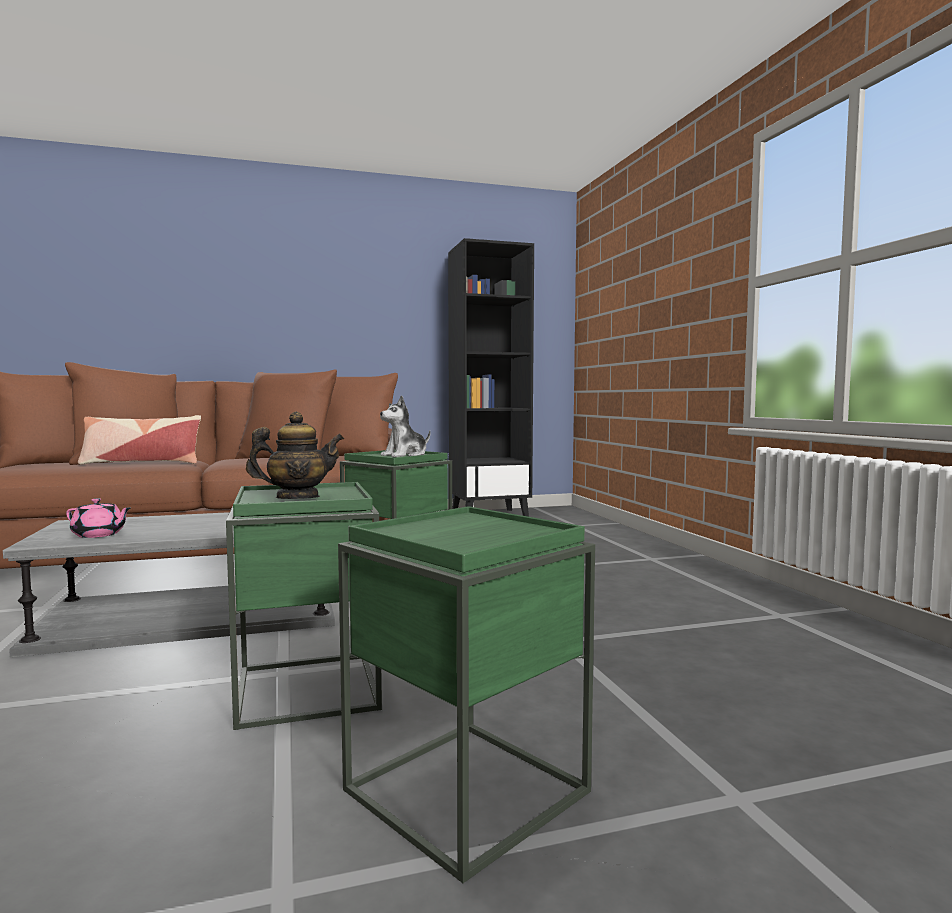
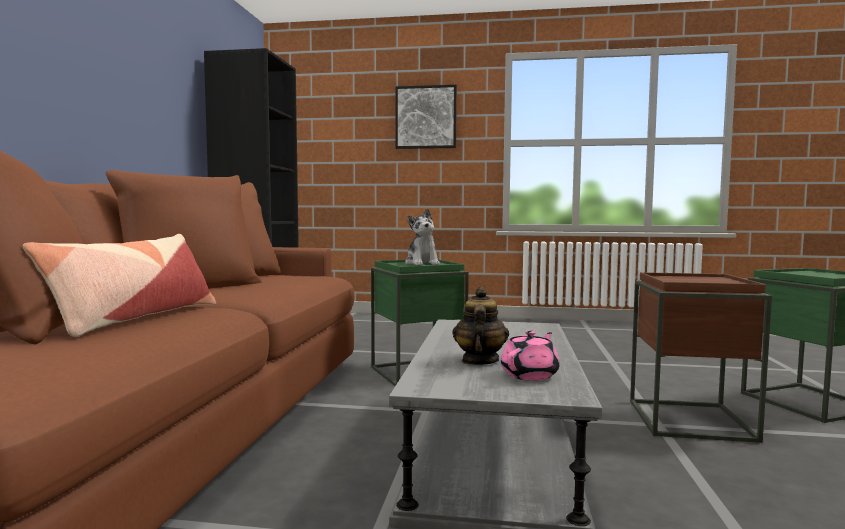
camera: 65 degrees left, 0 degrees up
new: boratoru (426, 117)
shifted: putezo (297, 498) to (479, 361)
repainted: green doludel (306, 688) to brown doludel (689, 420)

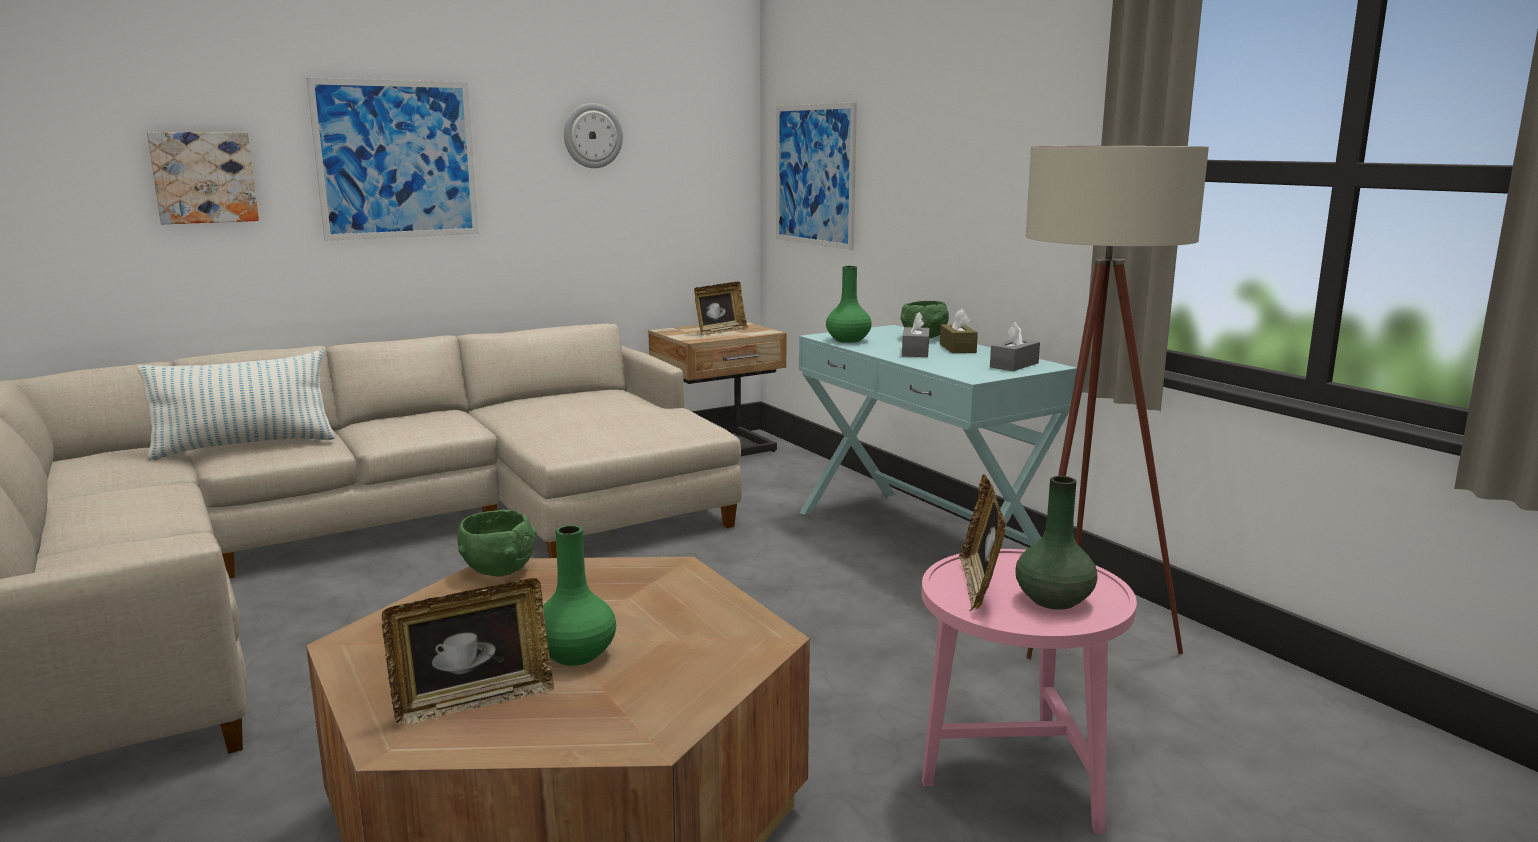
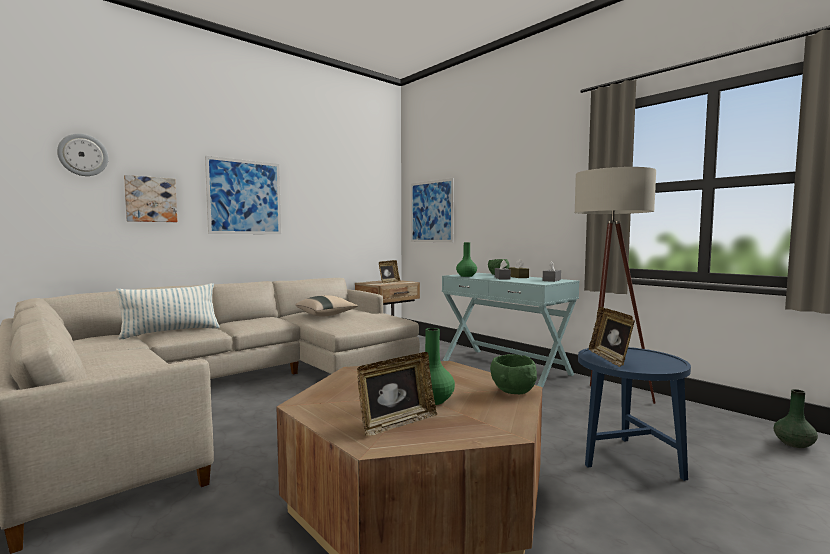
camera: 10 degrees left, 10 degrees down
new: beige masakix (326, 315)
shifted: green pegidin (498, 571) to (513, 392); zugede (592, 135) to (83, 155); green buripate (1054, 600) to (794, 444)
repainted: pink doludel (1013, 781) to blue doludel (627, 461)

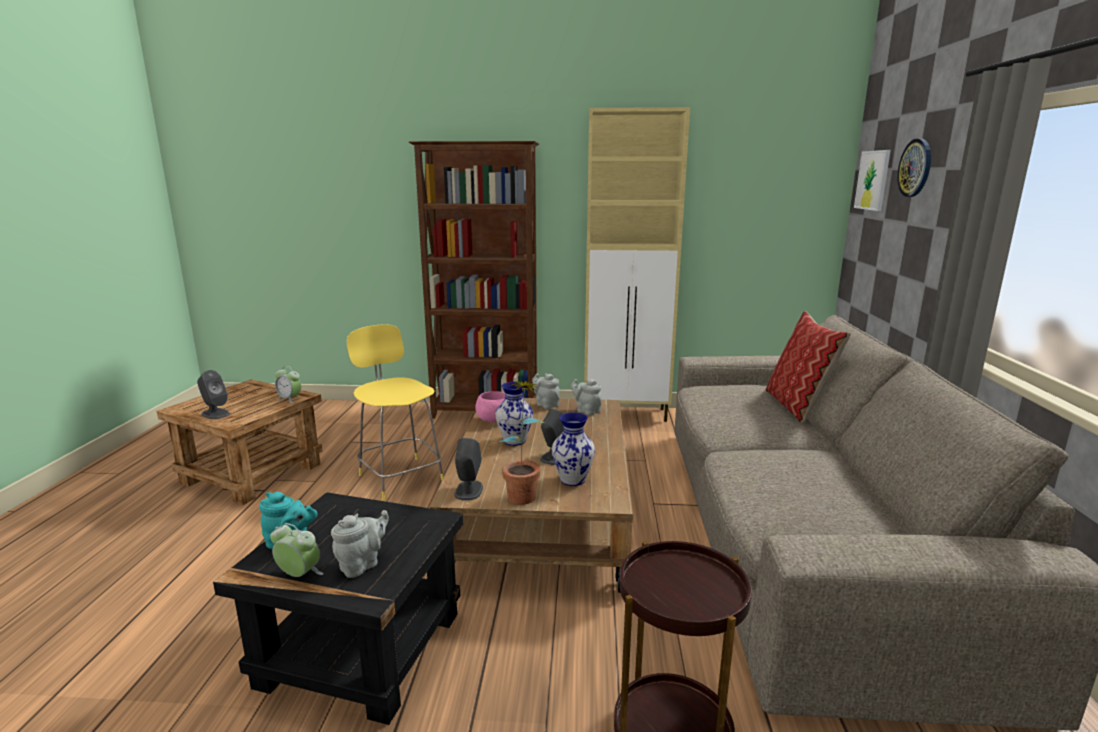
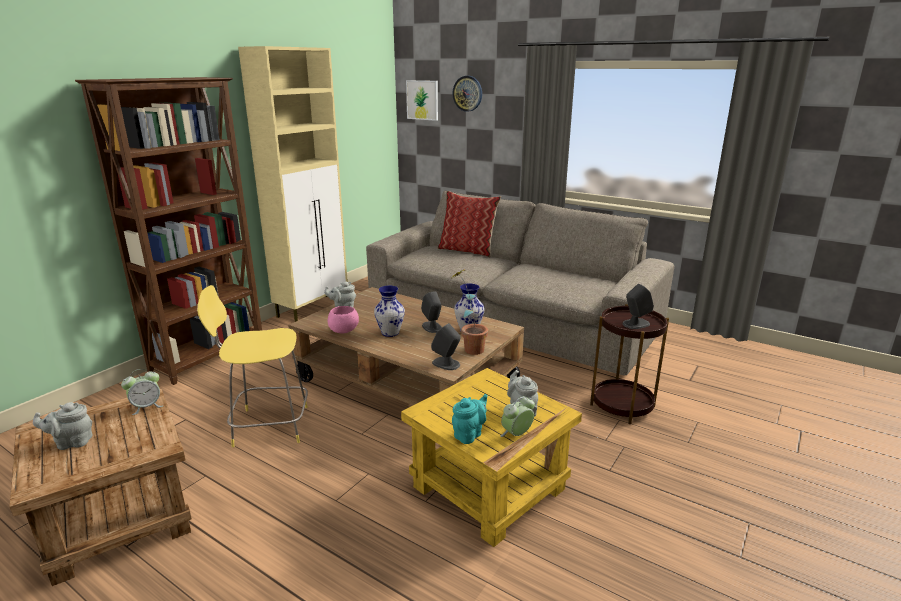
camera: 60 degrees left, 5 degrees up
shifted: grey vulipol (215, 414) to (635, 324); grey putezo (586, 410) to (72, 442)
repainted: black doludel (359, 650) to yellow doludel (489, 489)

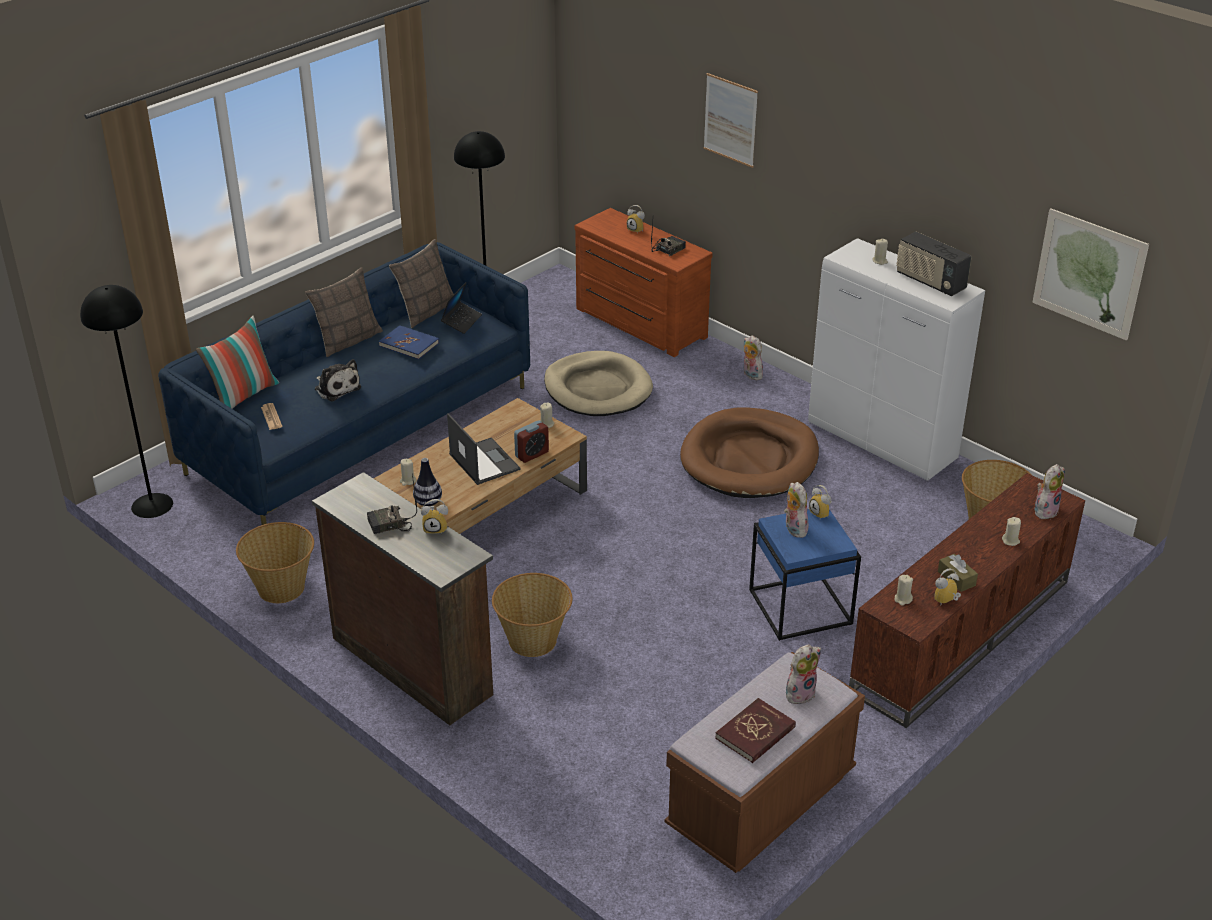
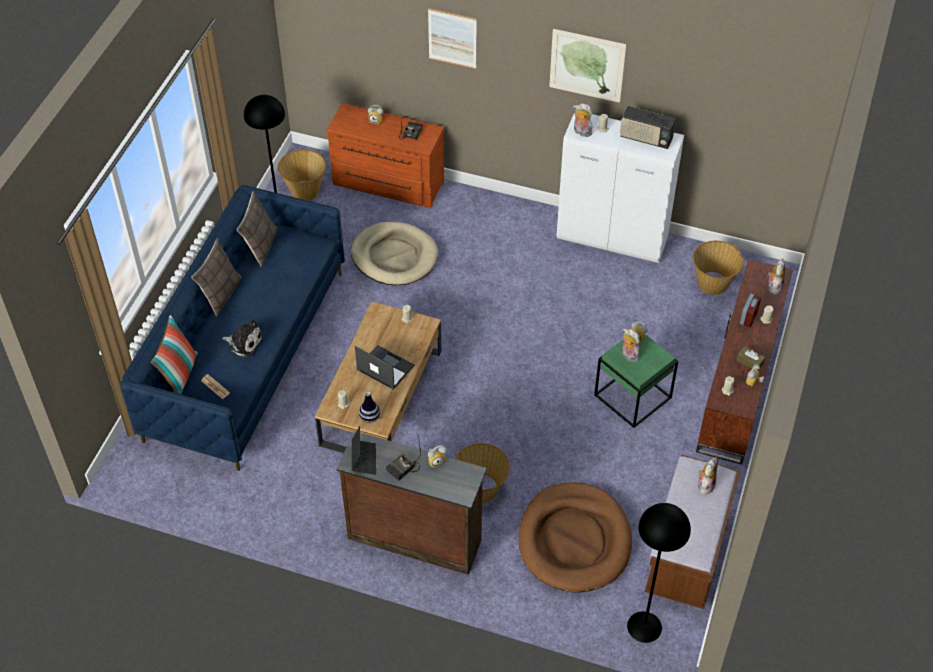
camera: 25 degrees left, 15 degrees up
gone: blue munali (409, 344); red munali (755, 733)
shifted: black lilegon (152, 505) to (644, 626); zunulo (281, 587) to (304, 190); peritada (461, 321) to (363, 459); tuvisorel (532, 454) to (748, 318); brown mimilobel (749, 459) to (574, 540); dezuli (750, 375) to (581, 132); boratoru (1089, 274) to (587, 65)
repainted: blue doludel (801, 607) to green doludel (633, 397)

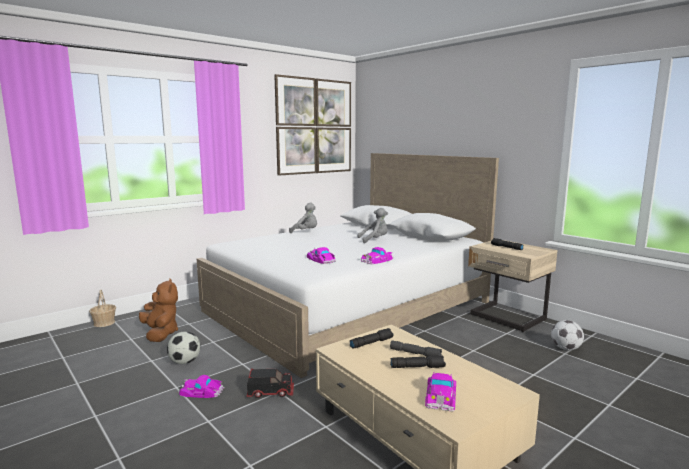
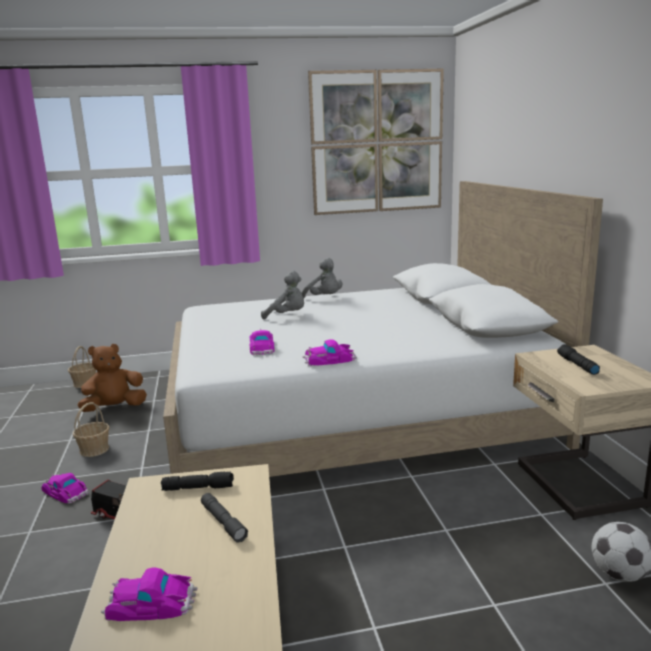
camera: 30 degrees right, 5 degrees up
gone: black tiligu (417, 367)
shifted: grey dezuli (374, 240) to (287, 316)
swapped: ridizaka (185, 362) to zunulo (94, 449)
rotated: brown dezuli (160, 334) = (114, 408) 120 degrees counterclockwise; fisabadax (441, 395) = (150, 603) 45 degrees clockwise

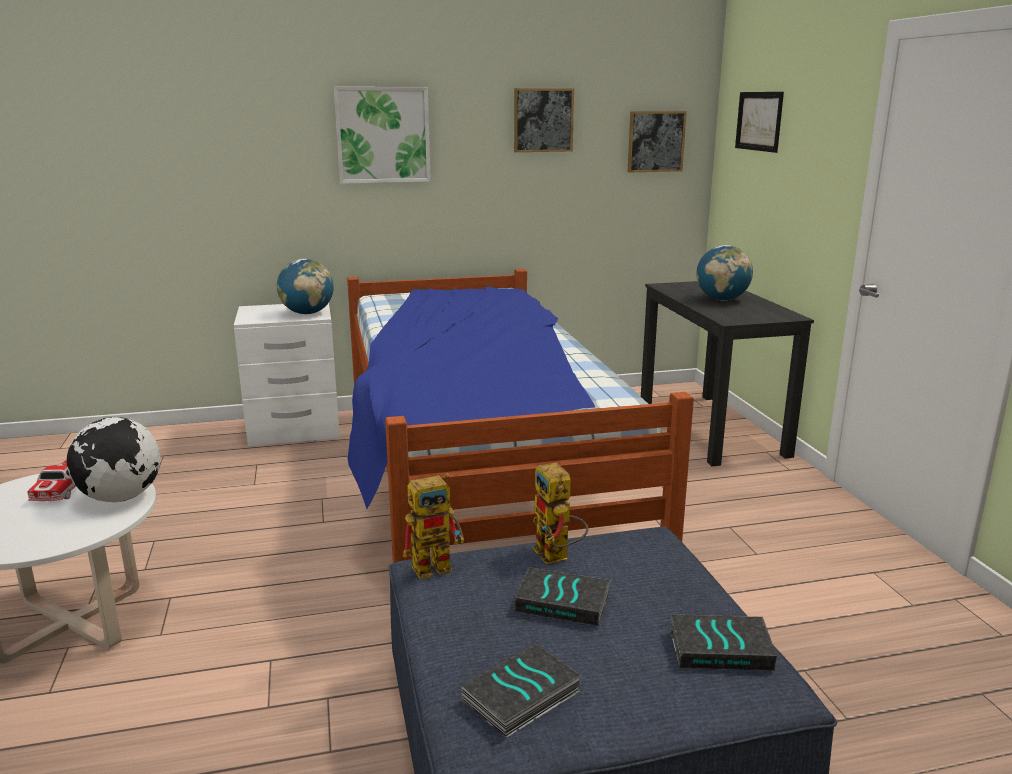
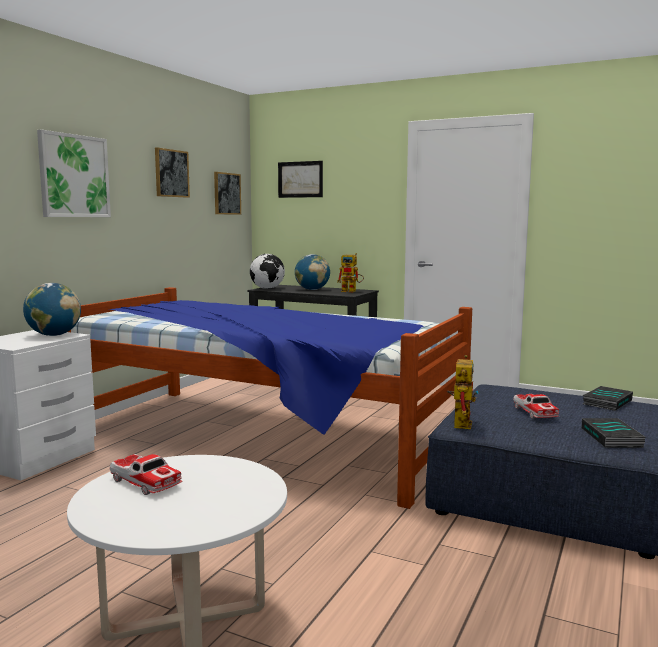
camera: 50 degrees left, 10 degrees down
shifted: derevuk (121, 498) to (267, 288); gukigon (557, 557) to (352, 291)
swapped: munali (564, 602) to fisabadax (534, 412)

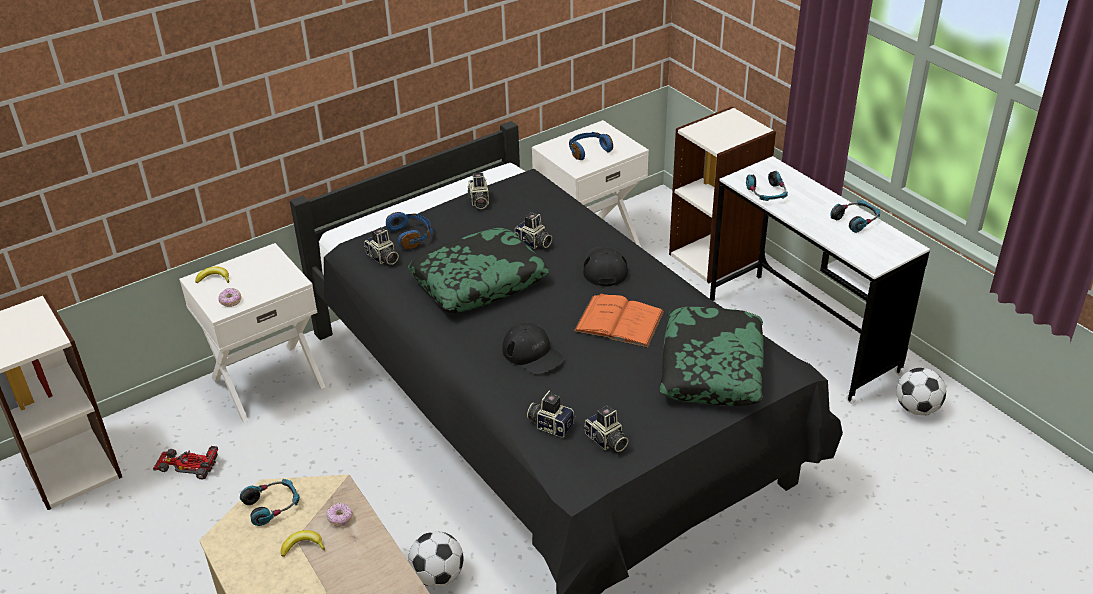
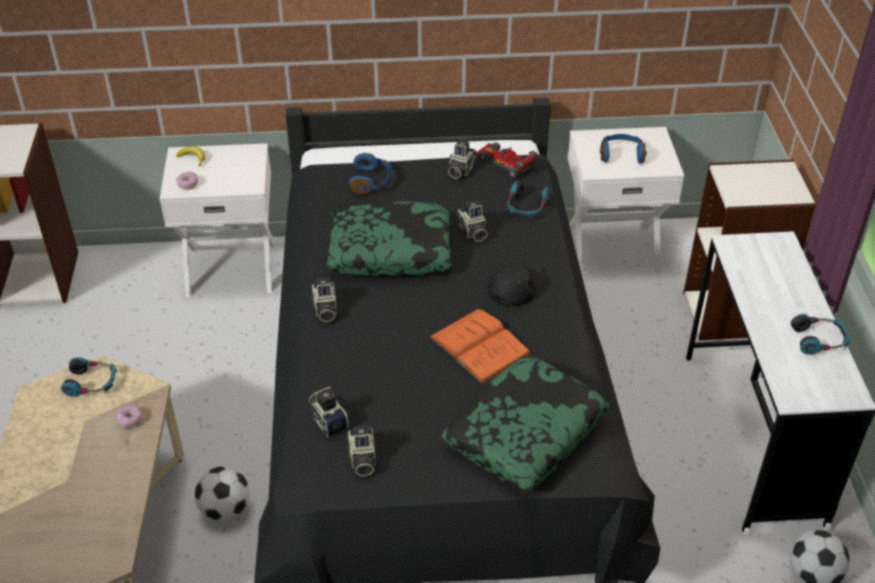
camera: 30 degrees right, 5 degrees up
gone: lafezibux (303, 546); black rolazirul (533, 354)
shifted: fisabadax (187, 465) to (505, 161); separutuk (382, 258) to (324, 309); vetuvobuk (767, 193) to (526, 206)

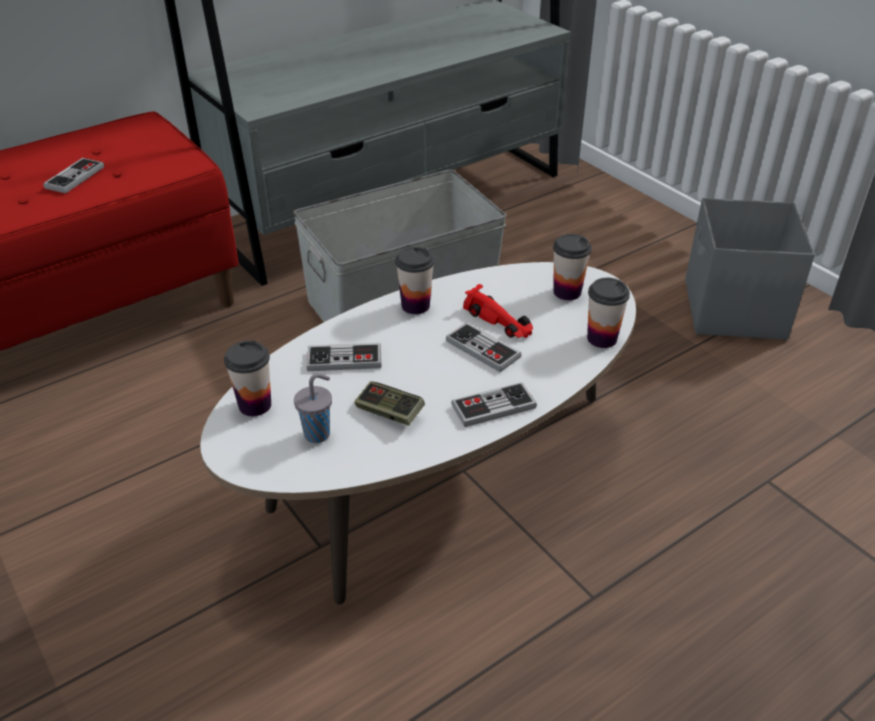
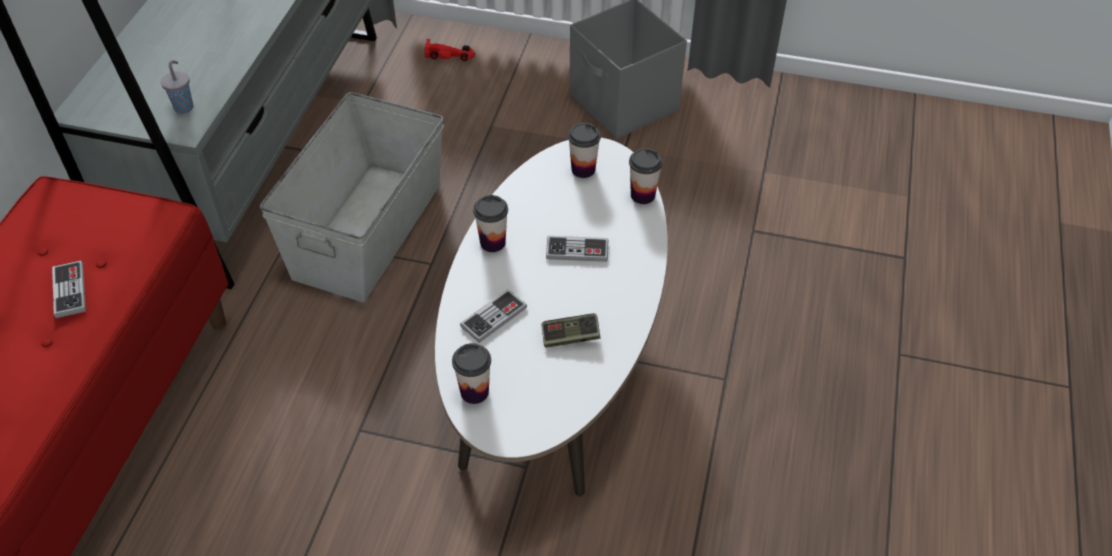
camera: 40 degrees left, 10 degrees up
gone: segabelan (493, 407)
shifted: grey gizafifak (318, 433) to (184, 107); red fisabadax (499, 321) to (450, 55)

